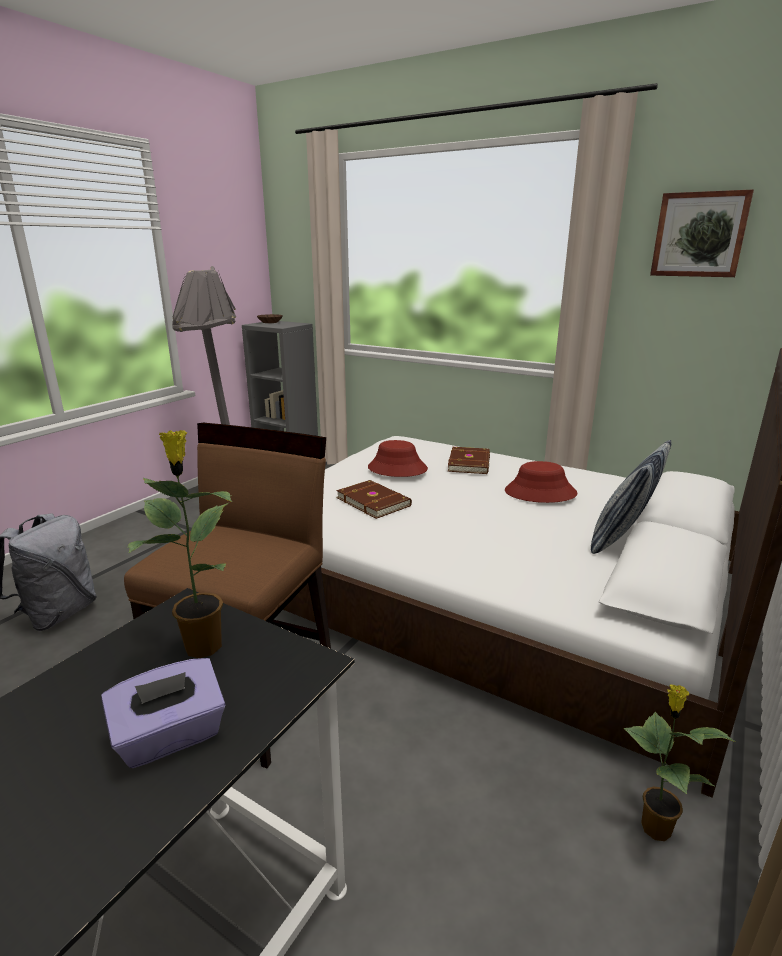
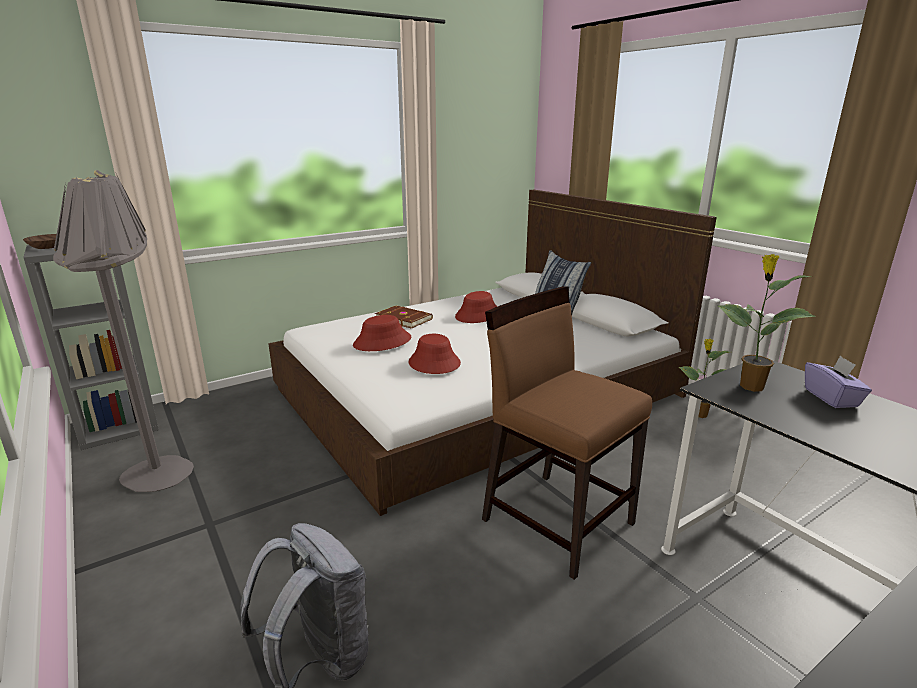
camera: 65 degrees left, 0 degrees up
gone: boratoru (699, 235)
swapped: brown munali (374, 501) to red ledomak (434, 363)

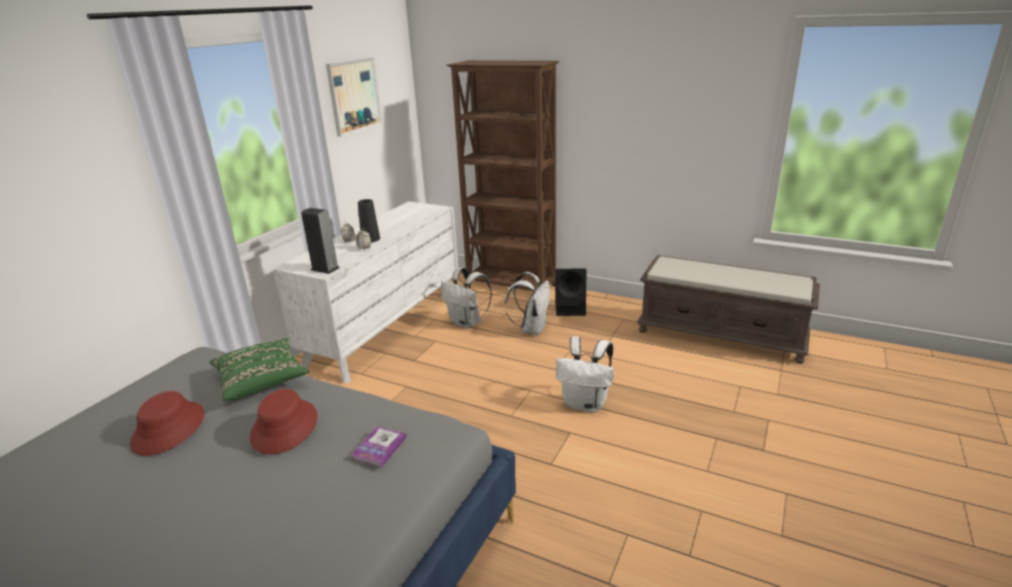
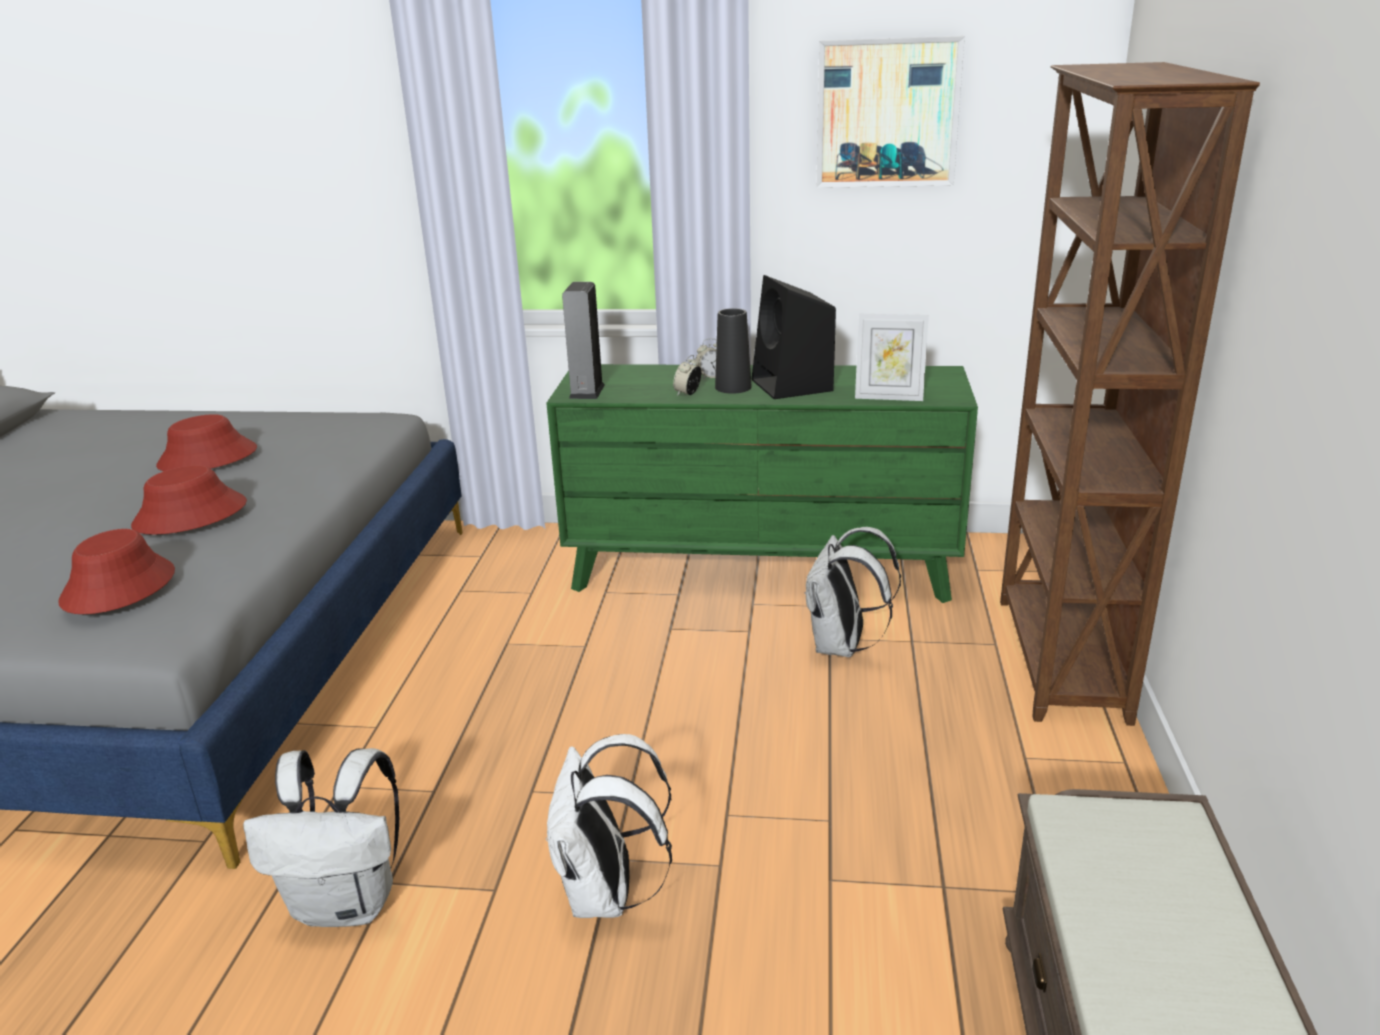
camera: 70 degrees right, 0 degrees up
gone: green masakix (262, 381)
new: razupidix (889, 397)
shifted: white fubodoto (532, 329) to (348, 903); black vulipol (571, 309) to (793, 386)
swapped: munali (379, 447) to red ledomak (118, 587)
repainted: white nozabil (387, 328) to green nozabil (762, 569)

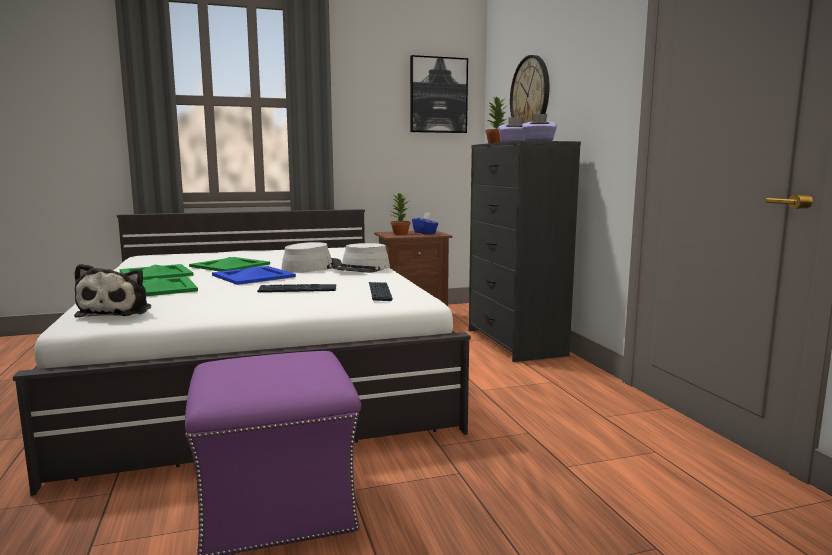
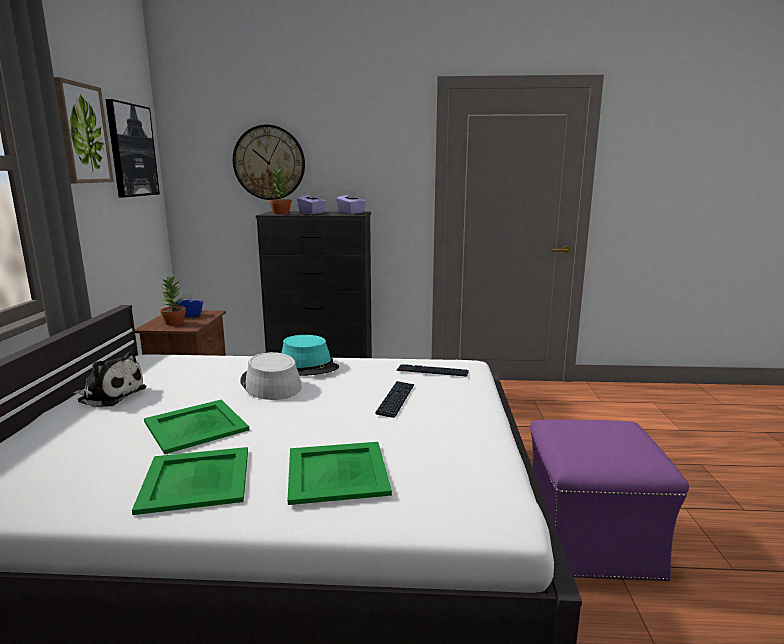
camera: 70 degrees left, 5 degrees up
gone: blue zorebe (254, 276)
new: boratoru (83, 134)
shifted: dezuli (117, 311) to (110, 395)
repainted: grey ledomak (362, 269) to turquoise ledomak (309, 365)

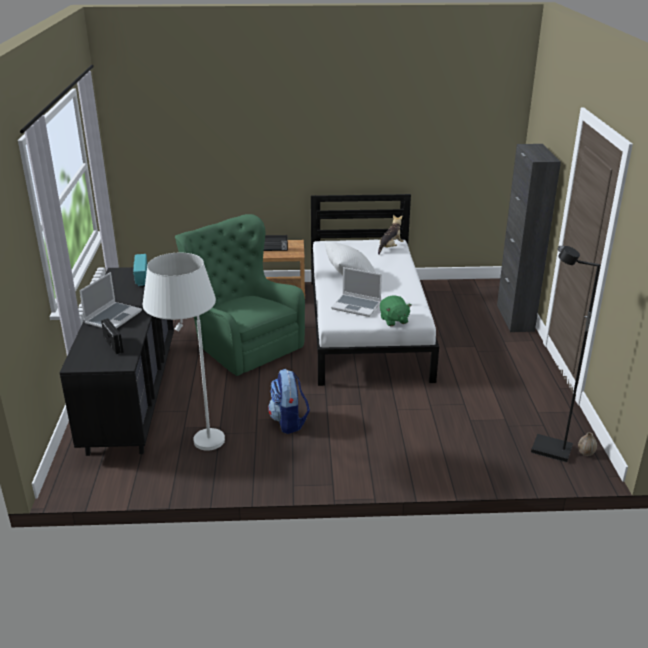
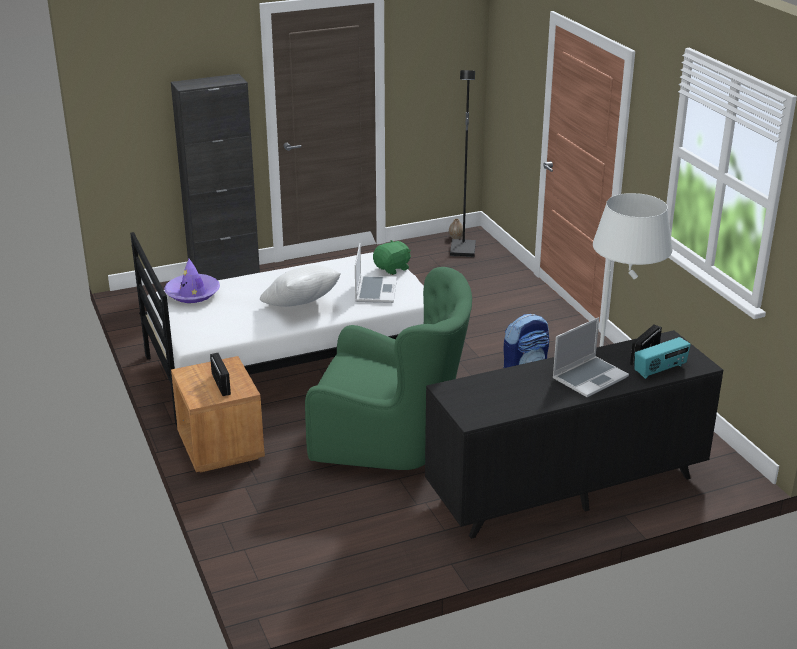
camera: 110 degrees left, 0 degrees up
shifted: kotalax (141, 278) to (660, 370)
swapped: dezuli (390, 247) to purple ledomak (193, 293)
rotated: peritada (113, 317) = (590, 377) 135 degrees clockwise; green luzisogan (241, 345) = (391, 441) 105 degrees counterclockwise

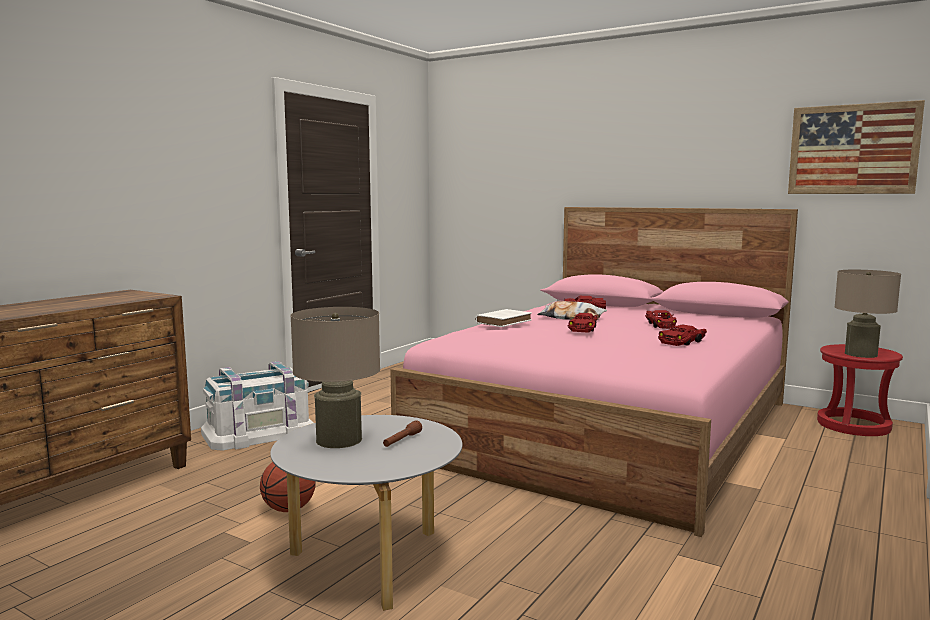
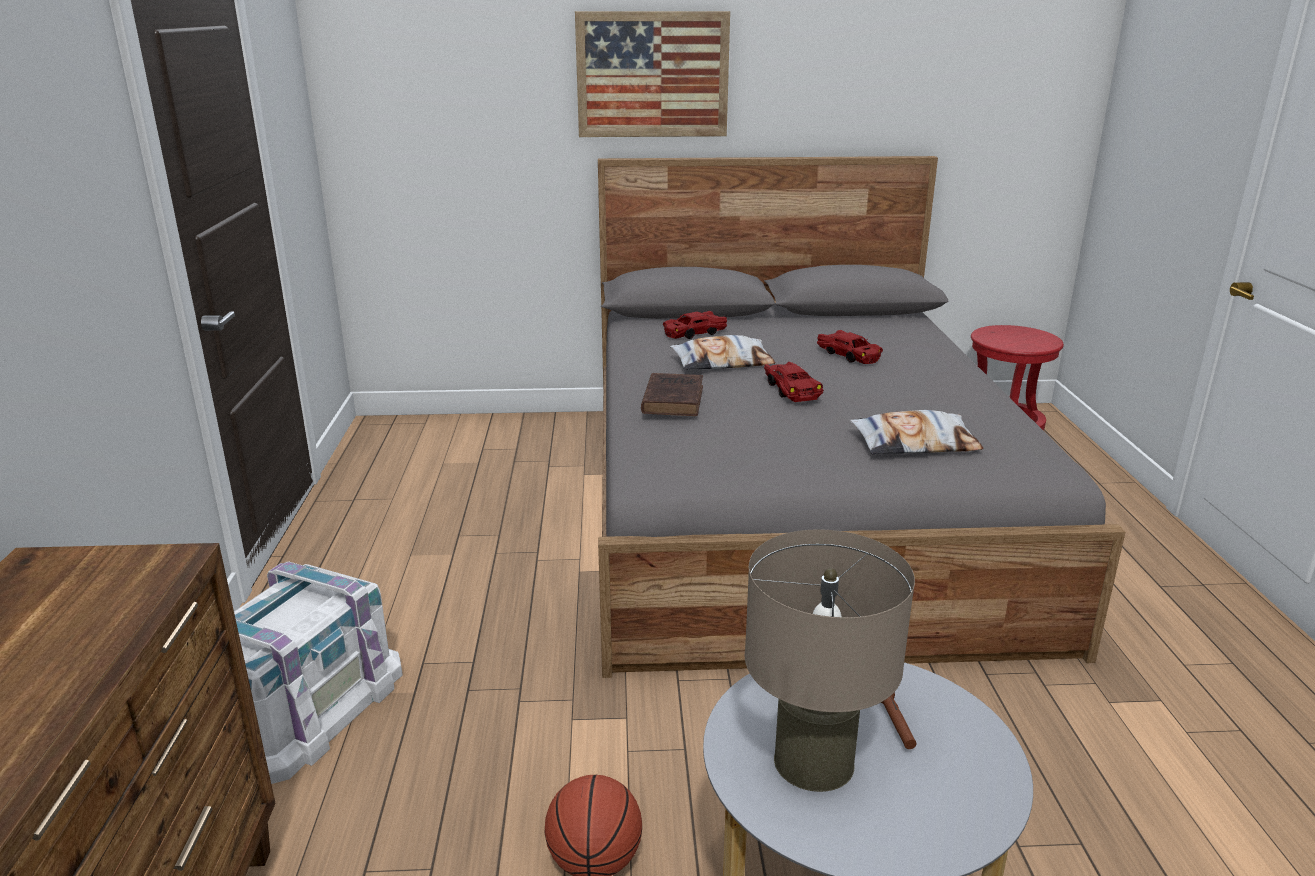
camera: 35 degrees left, 15 degrees up
gone: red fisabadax (683, 342); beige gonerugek (861, 354)
new: masakix (915, 443)
shifted: boratoru (852, 149) to (652, 75)
repainted: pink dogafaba (611, 428) to grey dogafaba (793, 507); white munali (504, 321) to brown munali (673, 399)

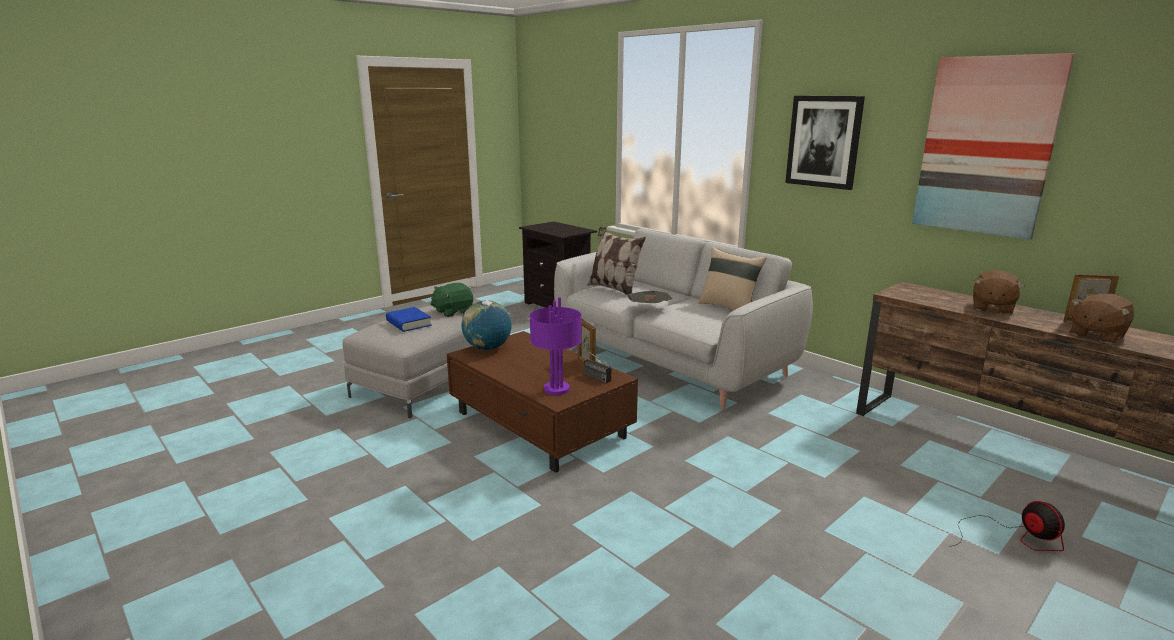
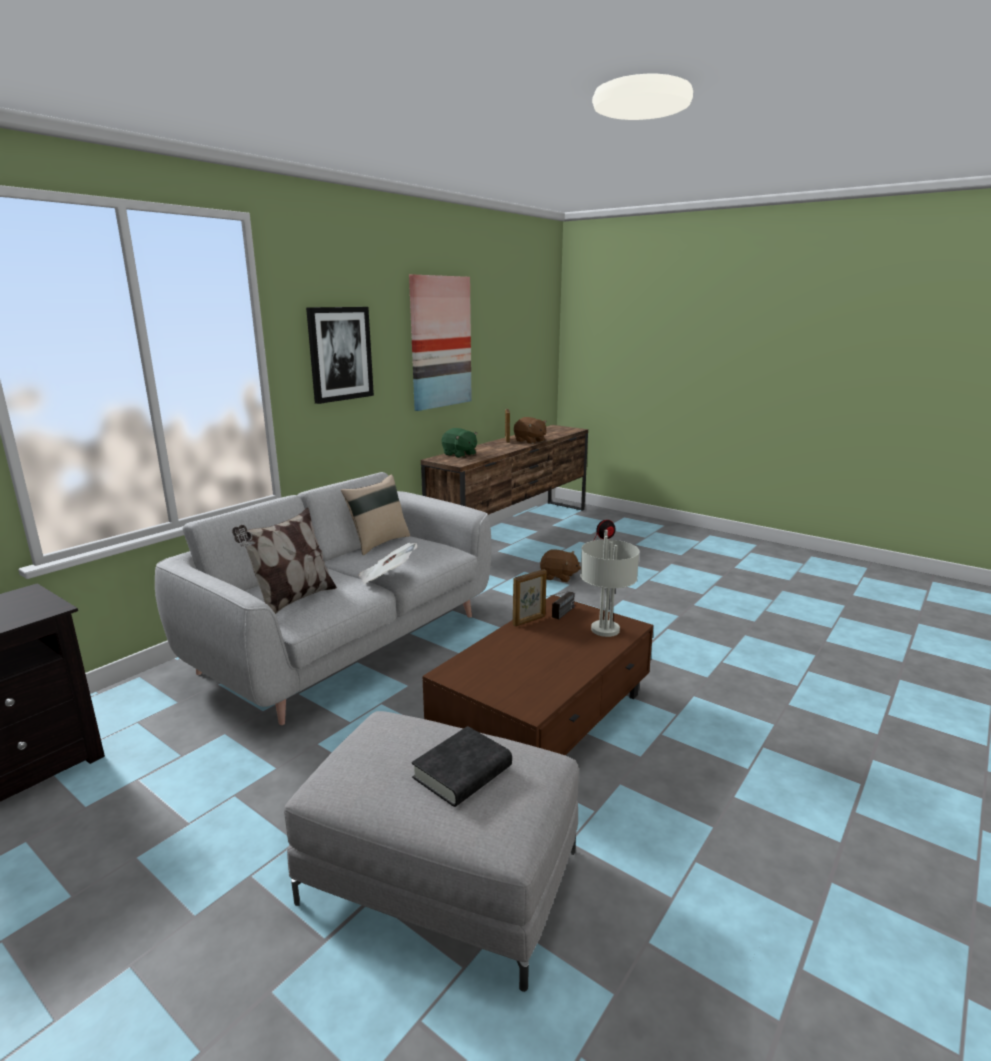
camera: 100 degrees left, 0 degrees up
gone: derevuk (487, 348)
shifted: green dezuli (453, 312) to (459, 454); brown dezuli (991, 308) to (559, 577)
repainted: blue munali (408, 323) to black munali (462, 772); purple gonerugek (556, 390) to grey gonerugek (606, 629)

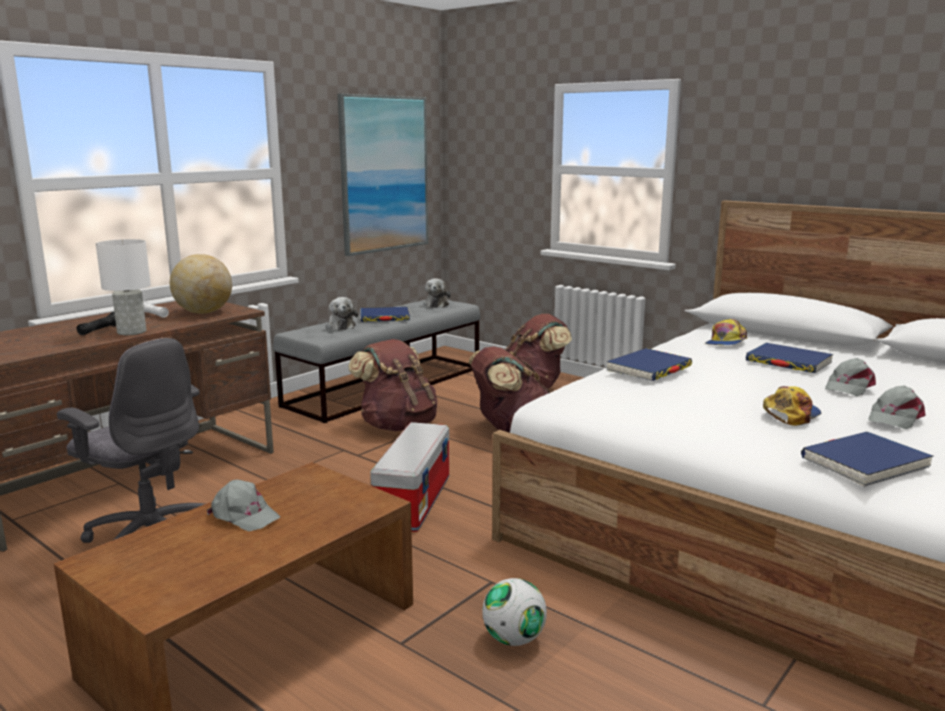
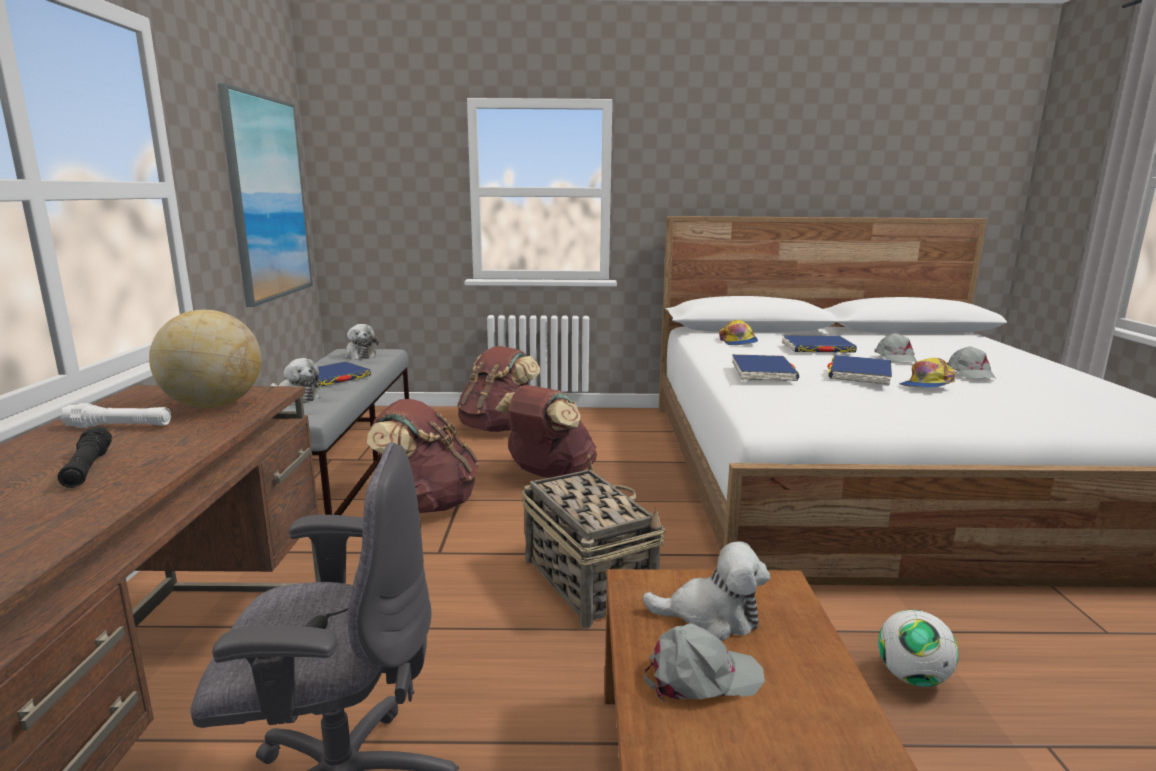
camera: 40 degrees left, 0 degrees up
gone: white gonerugek (131, 332)
new: dezuli (711, 616)
shifted: blue munali (864, 463) to (859, 374)
swapped: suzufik (413, 501) to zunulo (587, 580)
rotated: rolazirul (790, 414) = (927, 385) 135 degrees counterclockwise

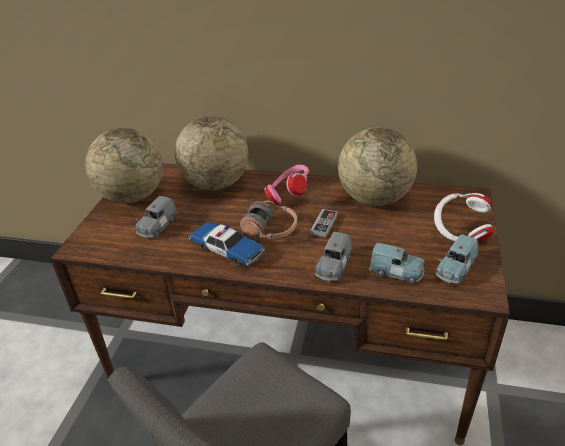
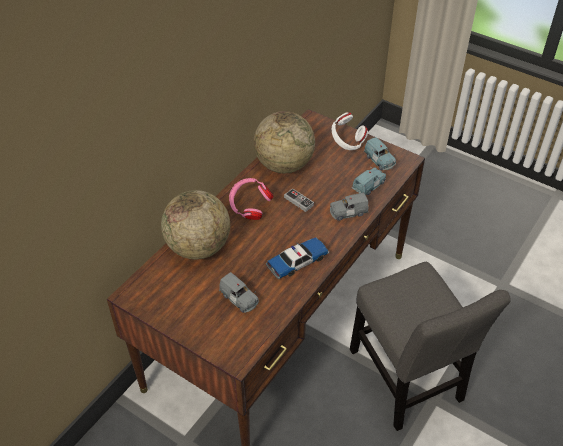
camera: 70 degrees left, 10 degrees up
gone: derevuk (132, 196); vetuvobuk (270, 230)
rotated: grey fisabadax (333, 266) = (348, 212) 120 degrees clockwise

